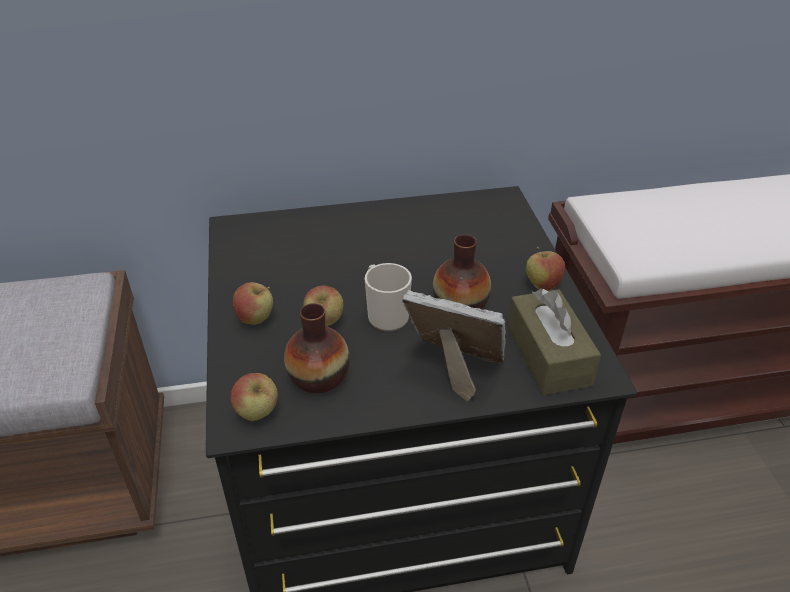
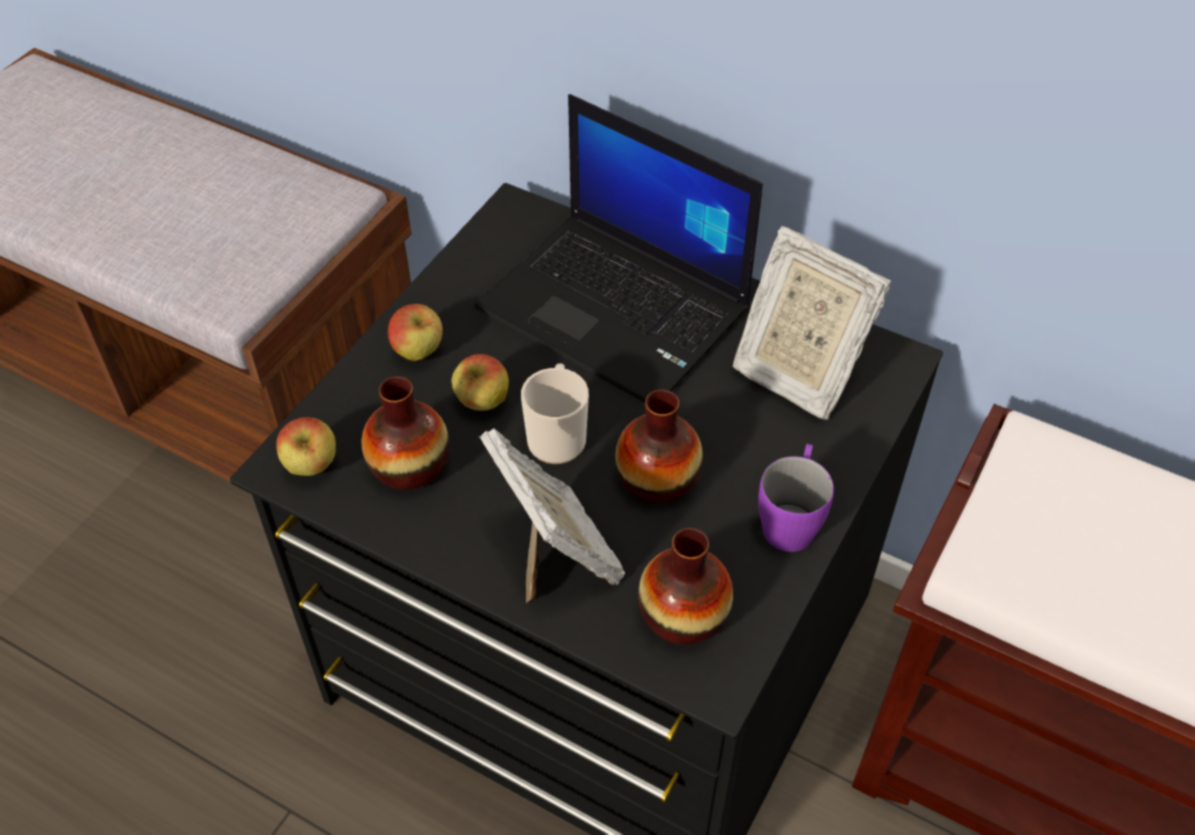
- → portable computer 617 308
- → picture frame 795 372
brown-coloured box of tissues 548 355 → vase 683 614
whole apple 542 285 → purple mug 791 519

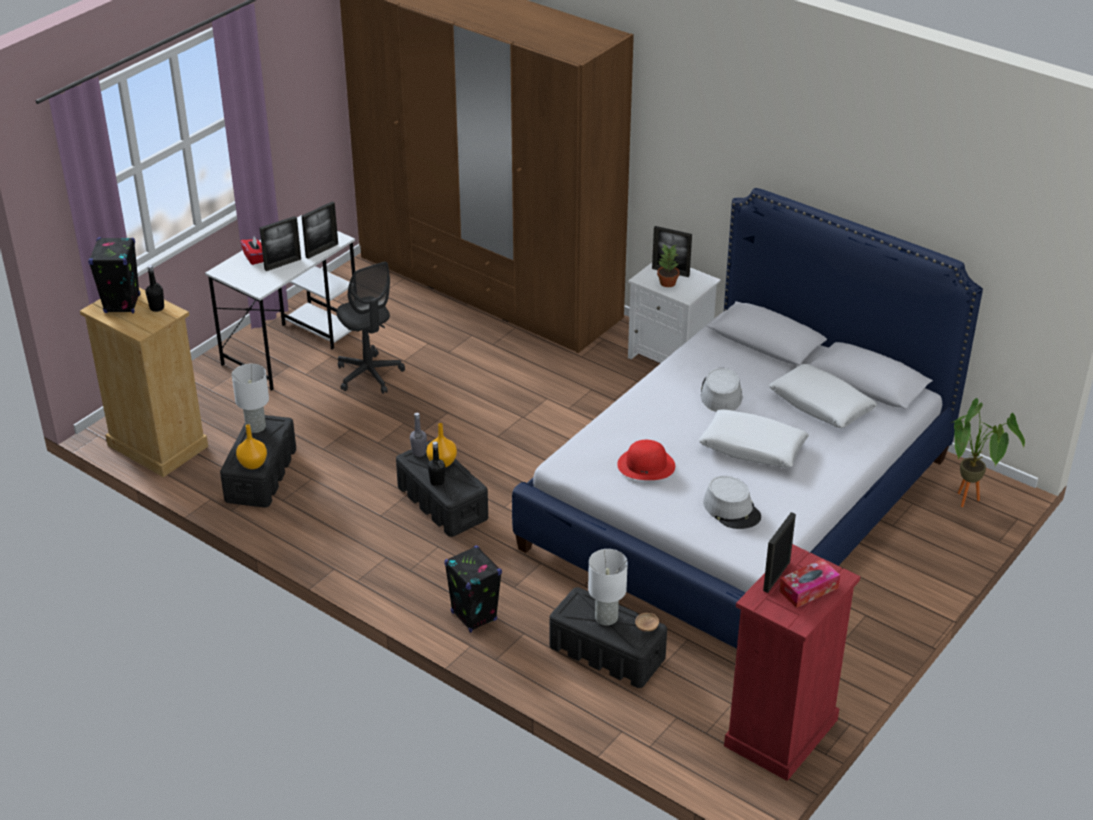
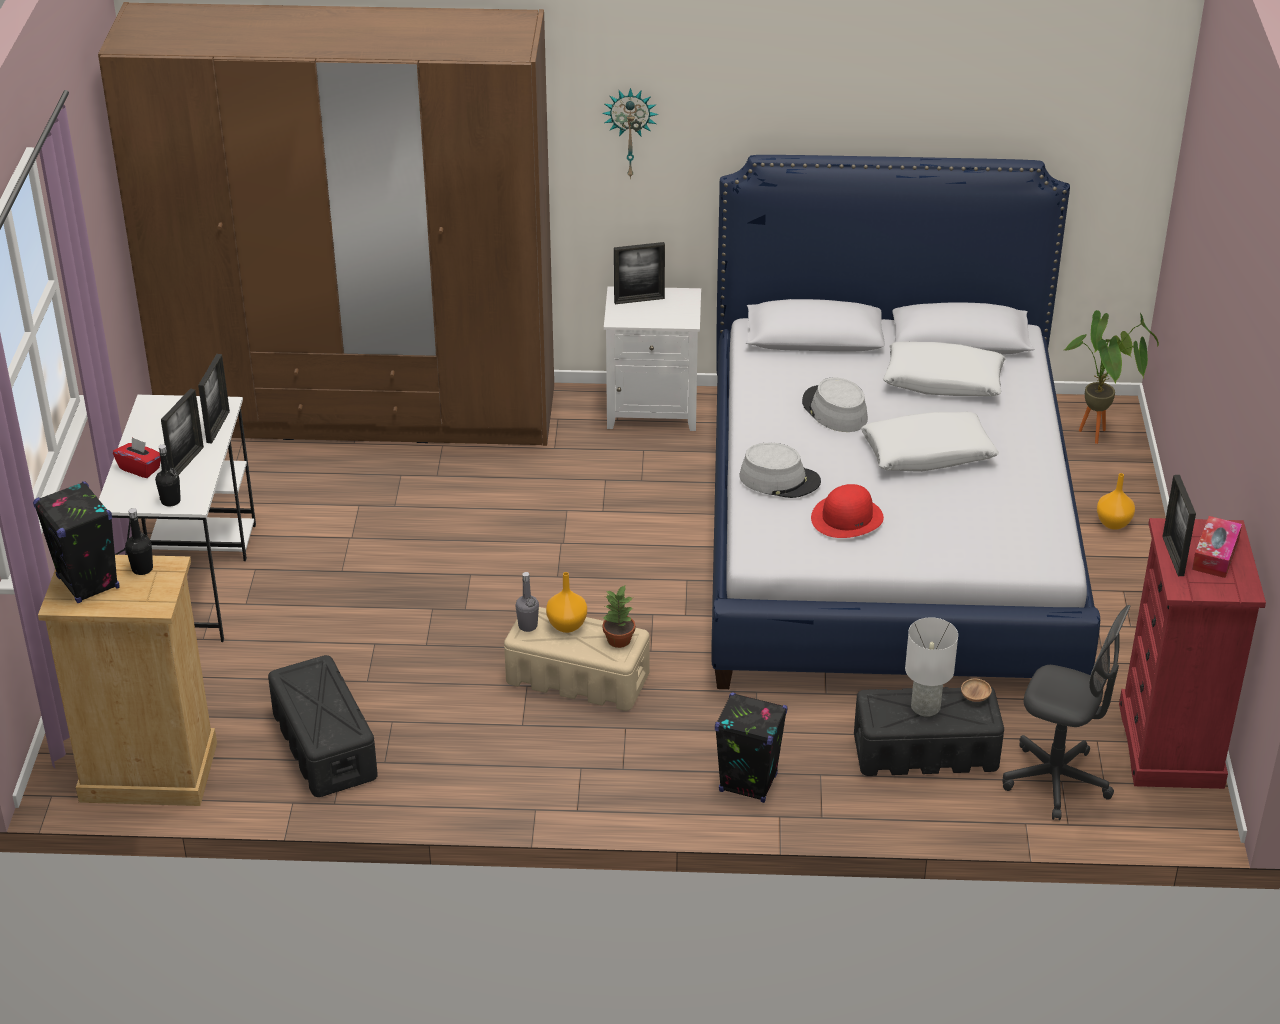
white table lamp 256 427 → -
- → wall clock 630 131
orangey vase 252 464 → orangey vase 1112 523, shifted
greyish computer chair 369 375 → greyish computer chair 1056 781, shifted
black-coloured beverage bottle 437 482 → black-coloured beverage bottle 170 501, shifted
houseplant 667 283 → houseplant 618 640, shifted
greyish clothing hat 732 509 → greyish clothing hat 780 479, shifted
black-coloured storage container 442 502 → beige storage container 576 678

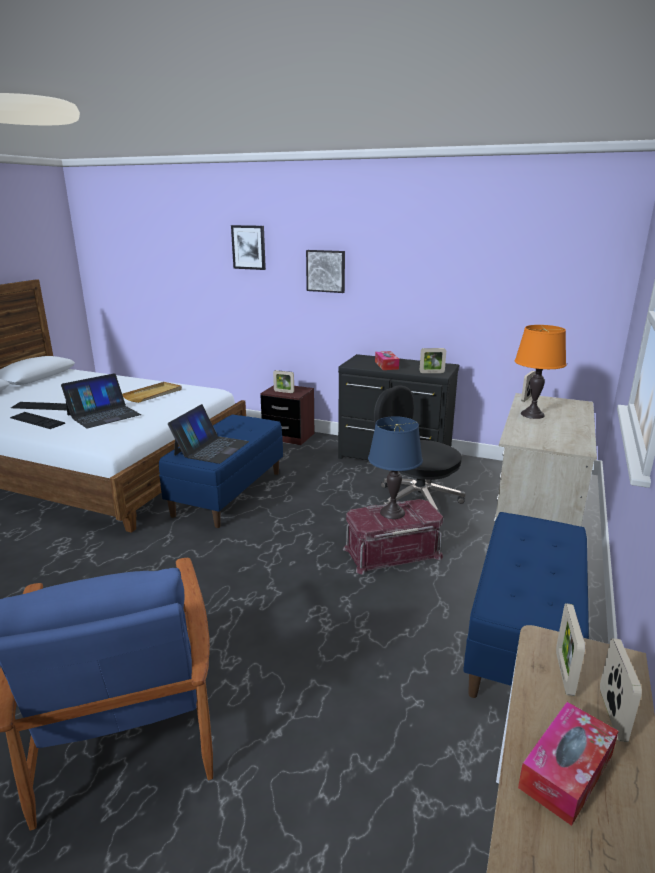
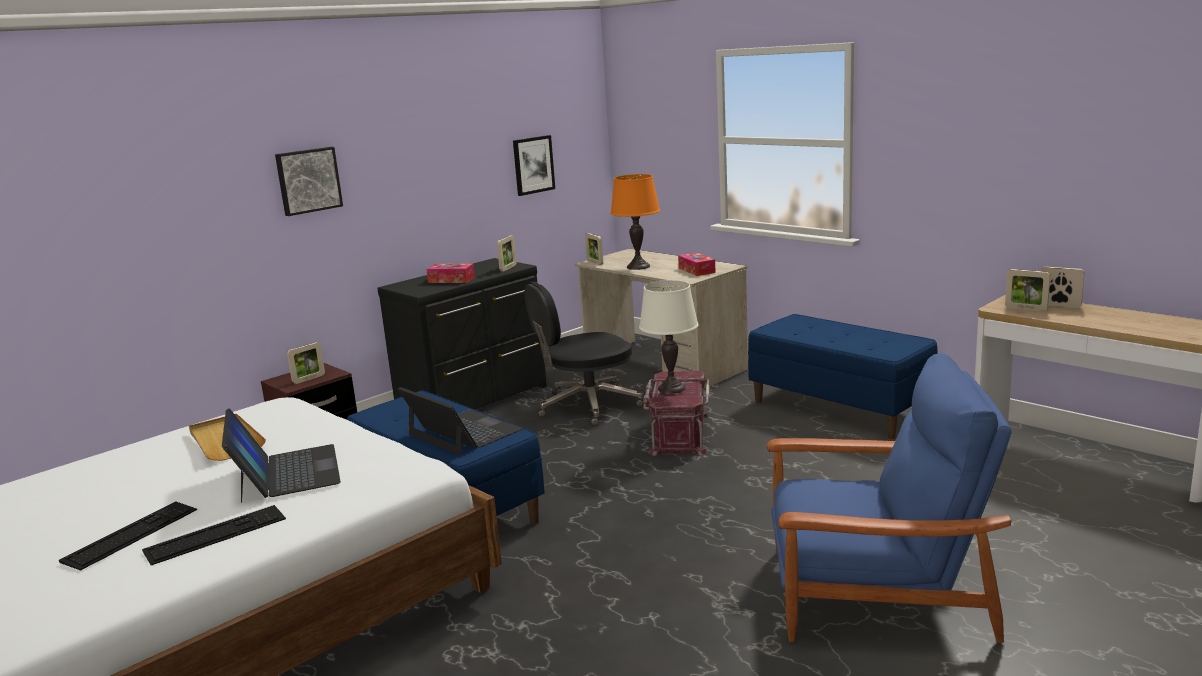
wall picture 249 247 → wall picture 533 165, shifted
box of tissues 566 771 → box of tissues 696 270, shifted
blue table lamp 392 512 → white table lamp 671 388

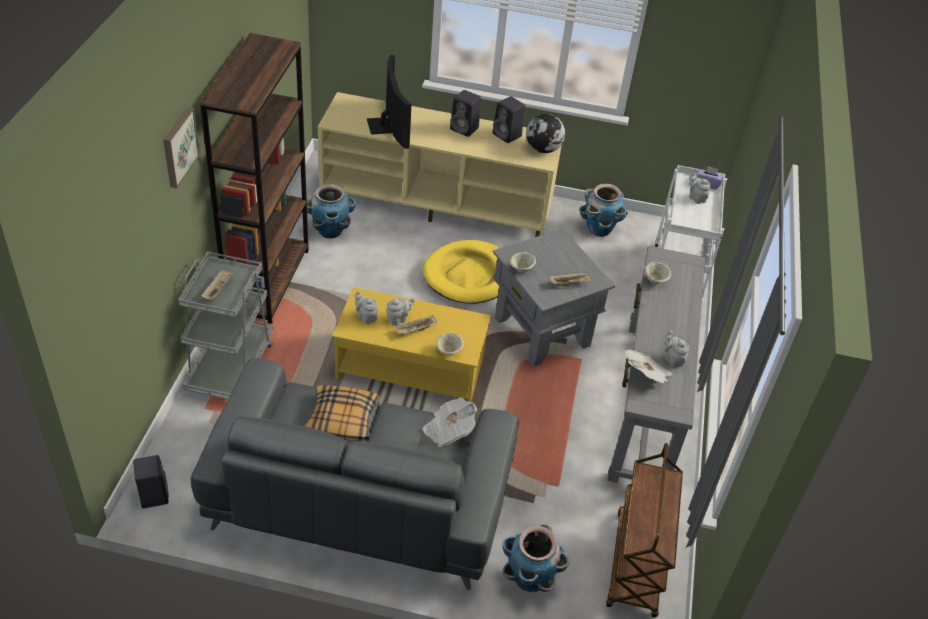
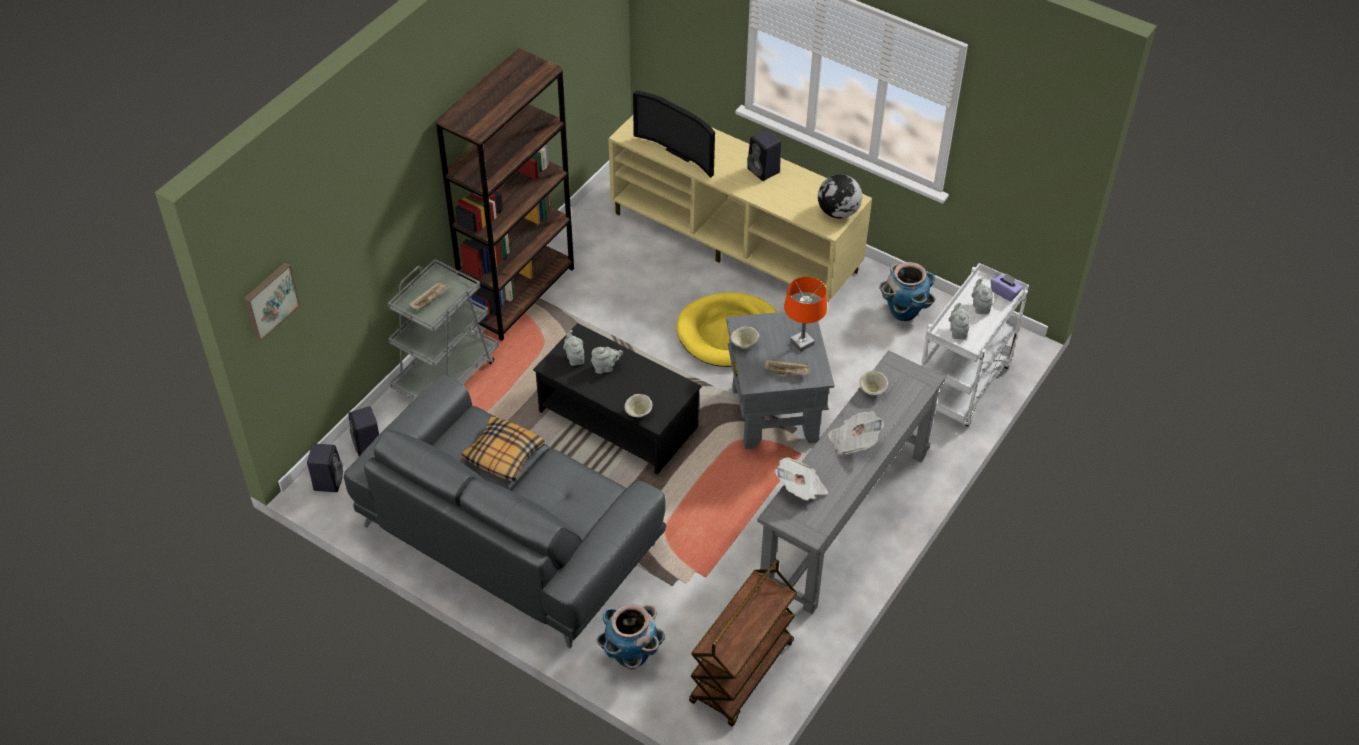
planter 330 231 → -
beige serving tray 415 330 → -
- → orangey table lamp 802 343
wall picture 178 147 → wall picture 269 300, shifted
daily paper 448 430 → daily paper 853 441, shifted
black-coloured speaker 507 135 → black-coloured speaker 368 446, shifted
greyish tea pot 672 359 → greyish tea pot 957 331, shifted
yellow-coloured low table 409 368 → black-coloured low table 617 419
TV 387 126 → TV 681 151, 120 degrees clockwise

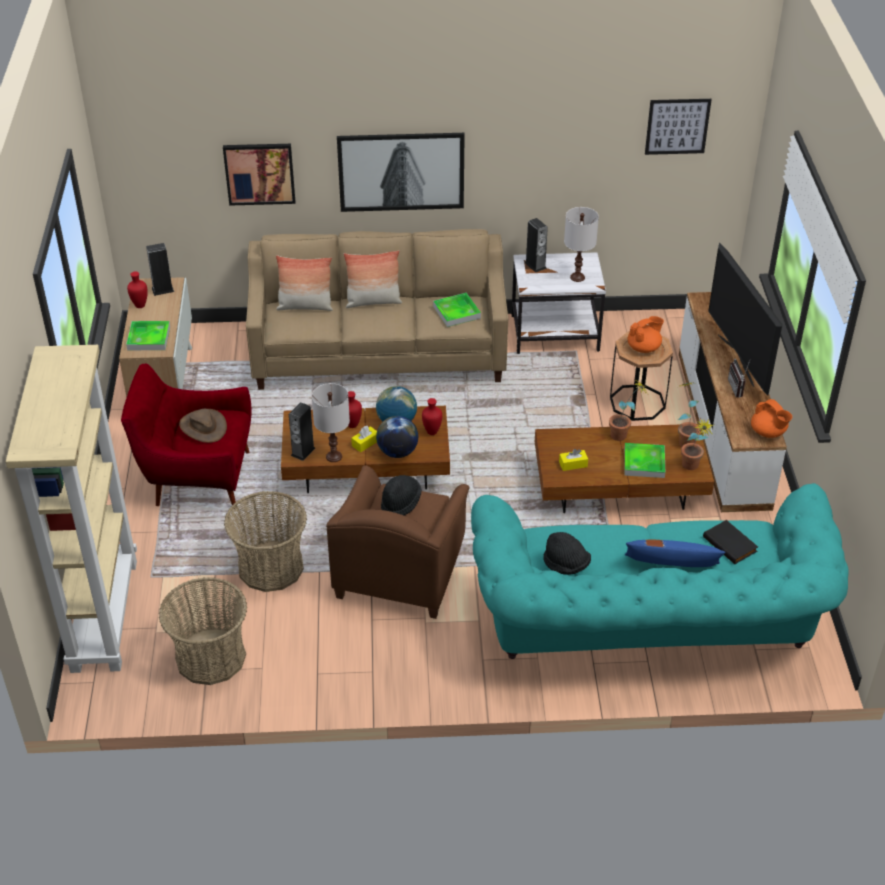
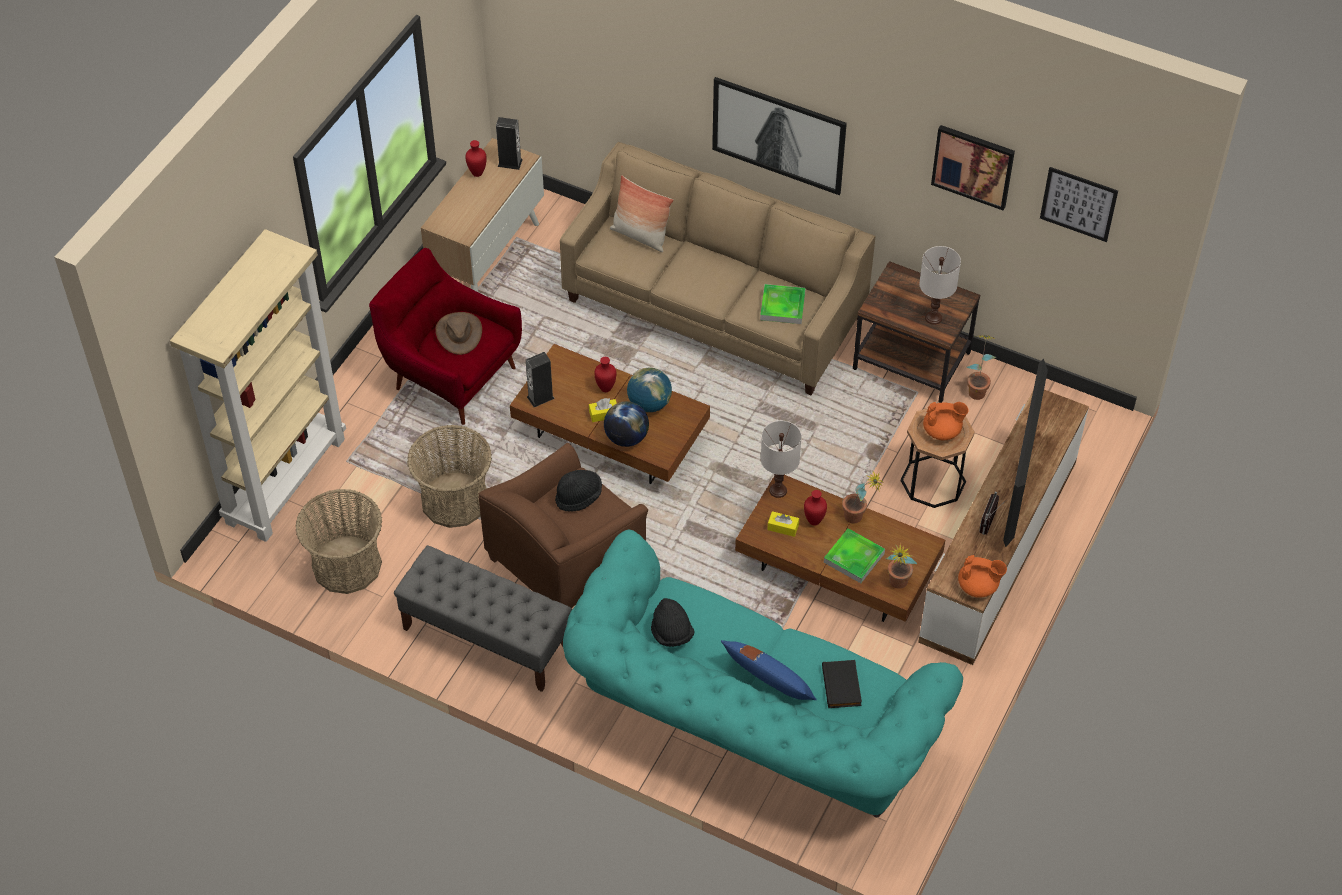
serving tray 149 338 → -
cushion 373 302 → -
speaker 535 265 → -
- → greyish long seat 486 638
wall picture 259 173 → wall picture 973 166, shifted
white table lamp 333 456 → white table lamp 777 490, shifted
reddish vase 431 432 → reddish vase 813 521, shifted
houseplant 684 440 → houseplant 977 389, shifted
white end table 555 333 → brown-coloured end table 912 361
orangey tea pot 768 432 → orangey tea pot 978 586, 75 degrees counterclockwise

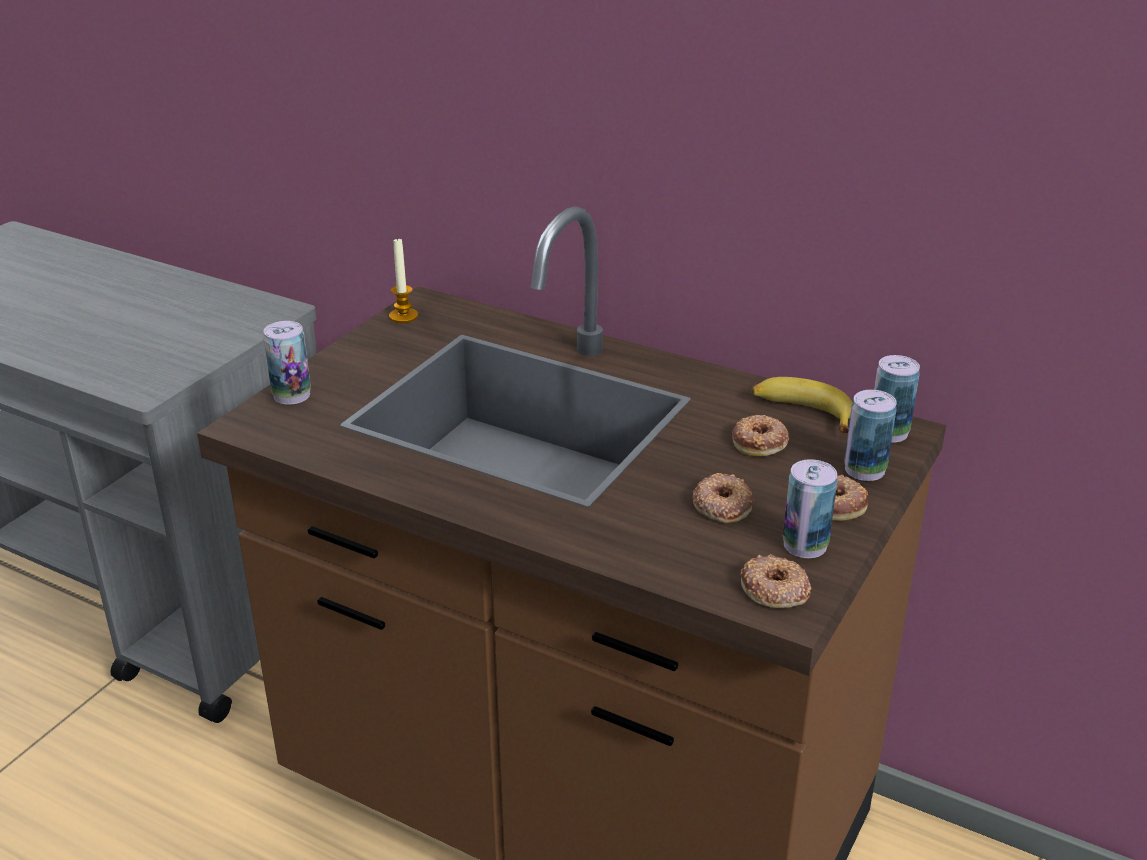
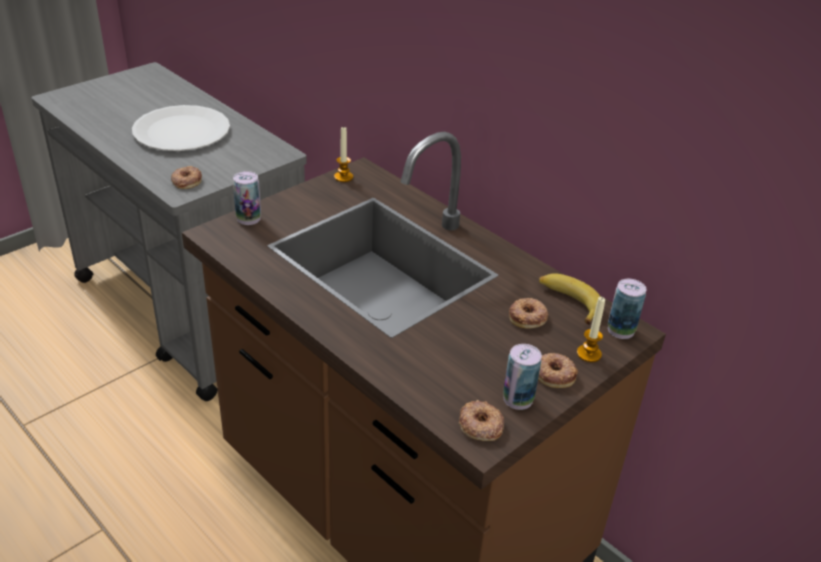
- → white flat dish 182 131
donut 722 505 → donut 186 181, shifted
sealed can 864 469 → wax candle 589 354

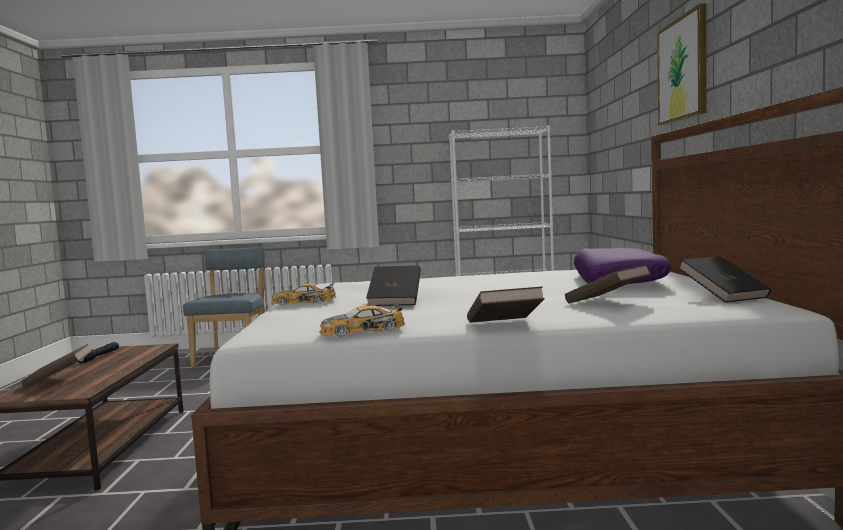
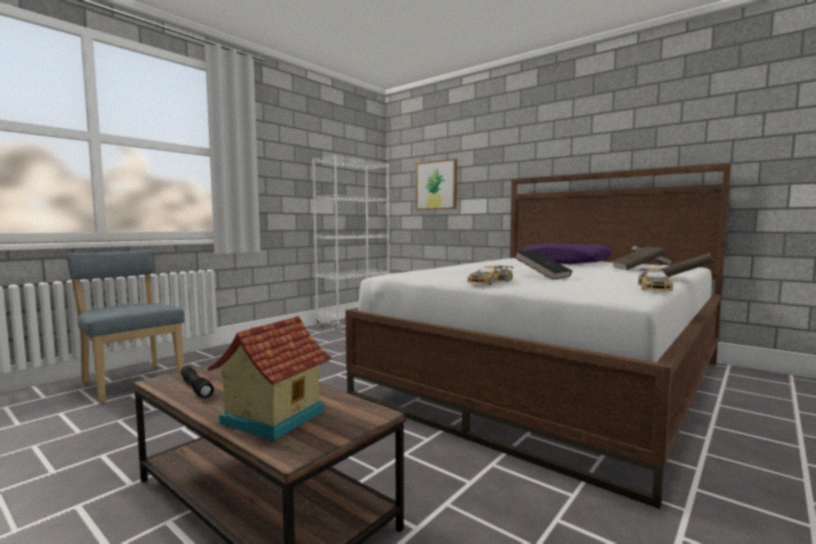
wall picture 683 69 → wall picture 436 185, shifted
brown-coloured bound book 59 380 → toy house 271 417

